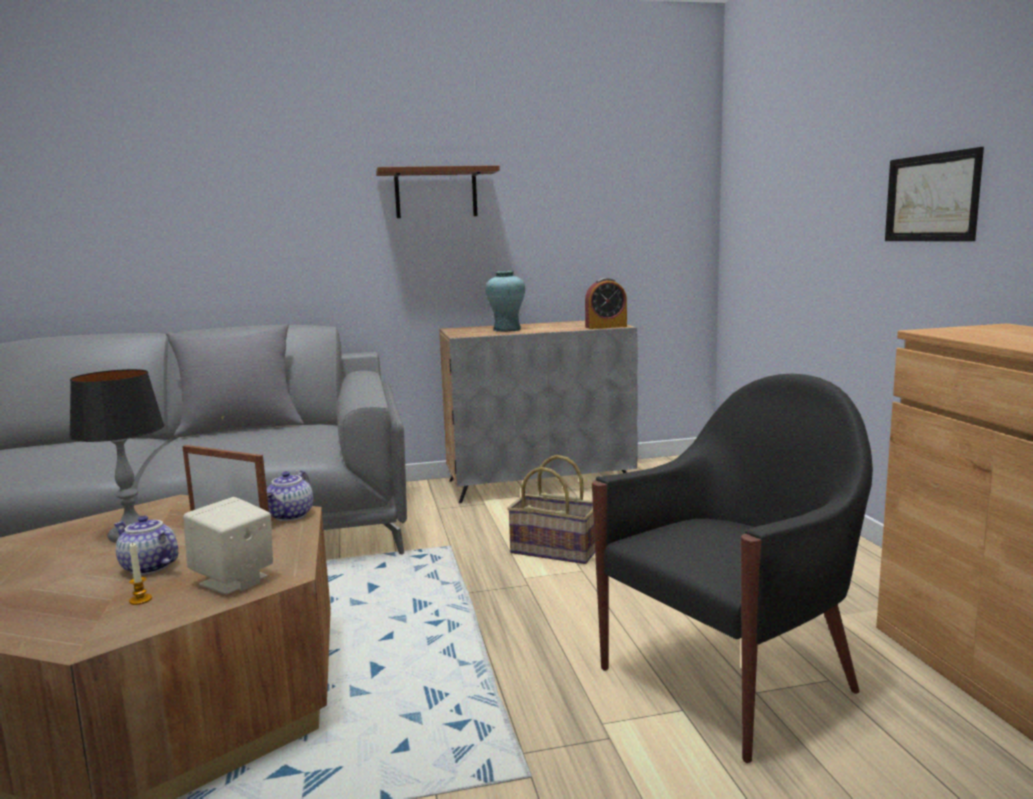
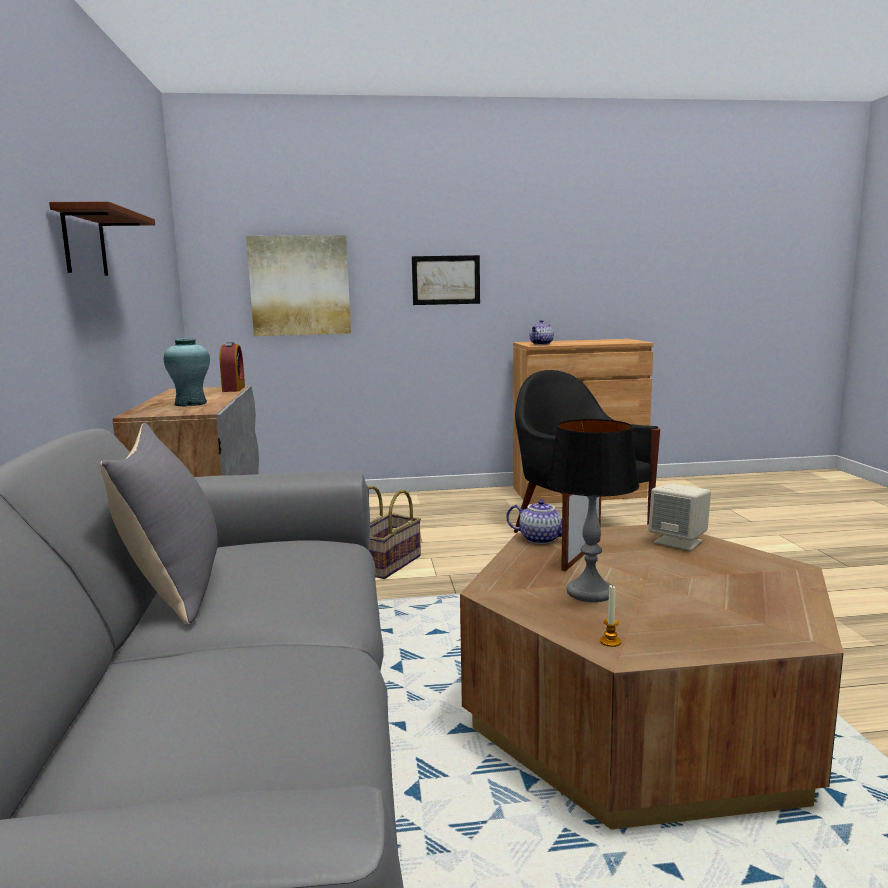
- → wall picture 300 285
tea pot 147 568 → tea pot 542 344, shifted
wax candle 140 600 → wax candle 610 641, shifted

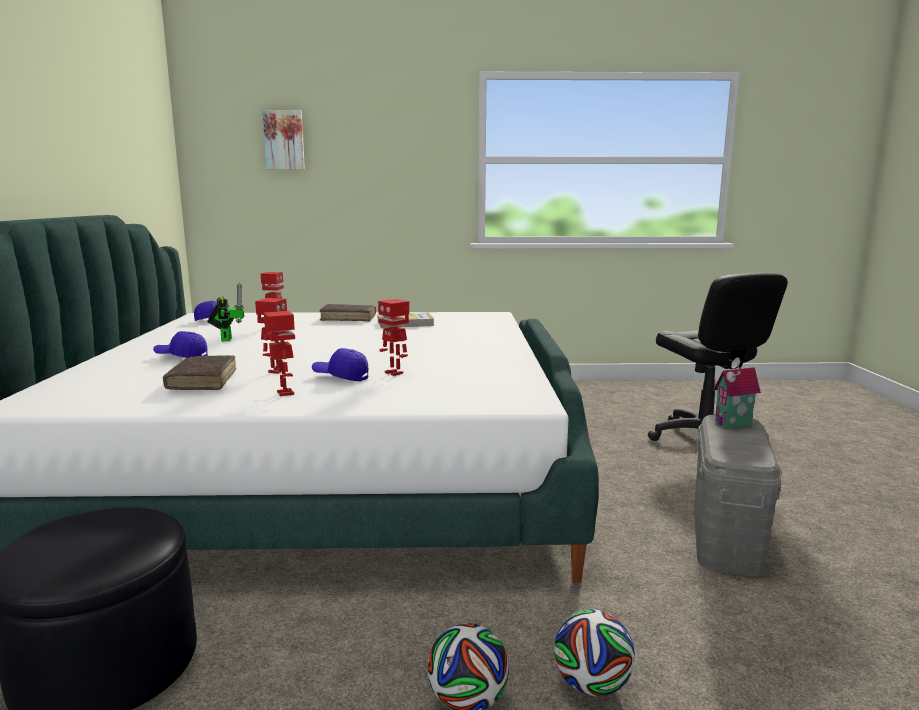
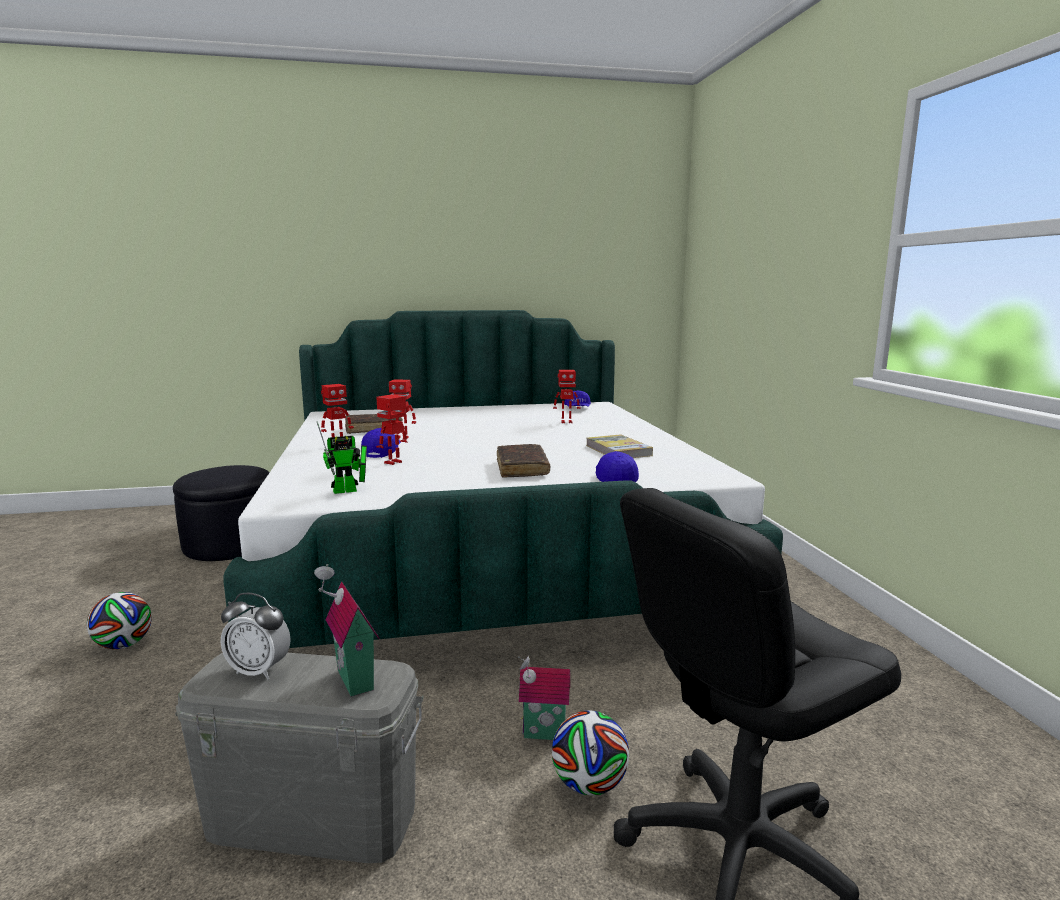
wall picture 284 140 → -
- → table clock 259 671
- → toy house 543 735
blue baseball cap 182 357 → blue baseball cap 615 479, shifted
robot figure 226 338 → robot figure 349 490, shifted
brown-coloured bound book 348 318 → brown-coloured bound book 522 468, shifted
ball for football 592 685 → ball for football 589 784, shifted

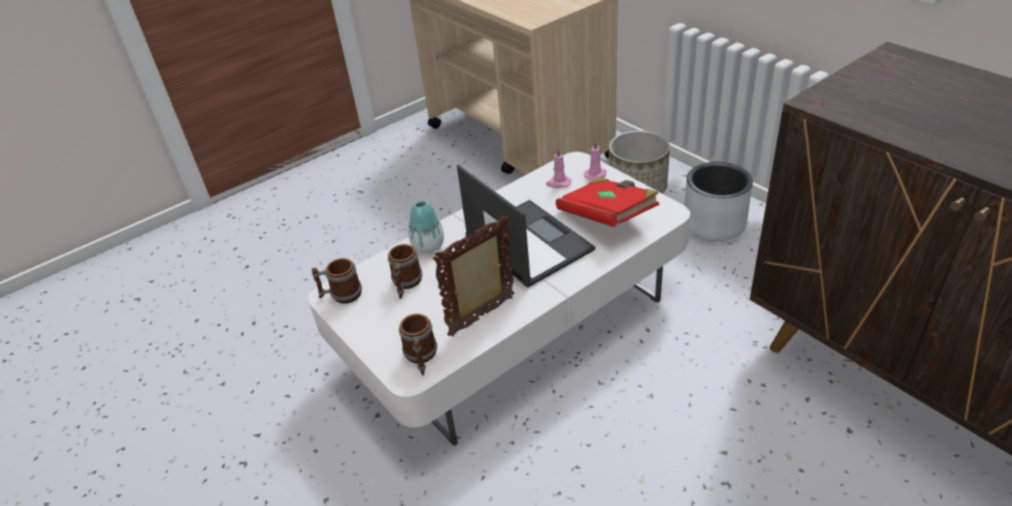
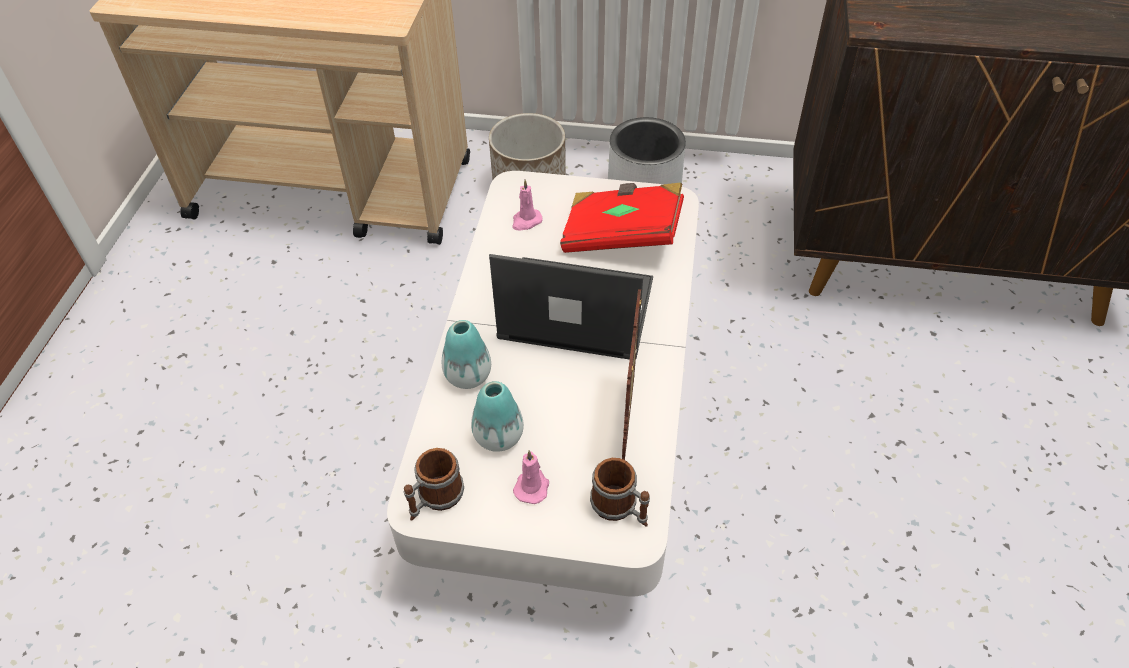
pink wax candle 596 175 → pink wax candle 532 486, shifted
mug 406 284 → vase 498 436

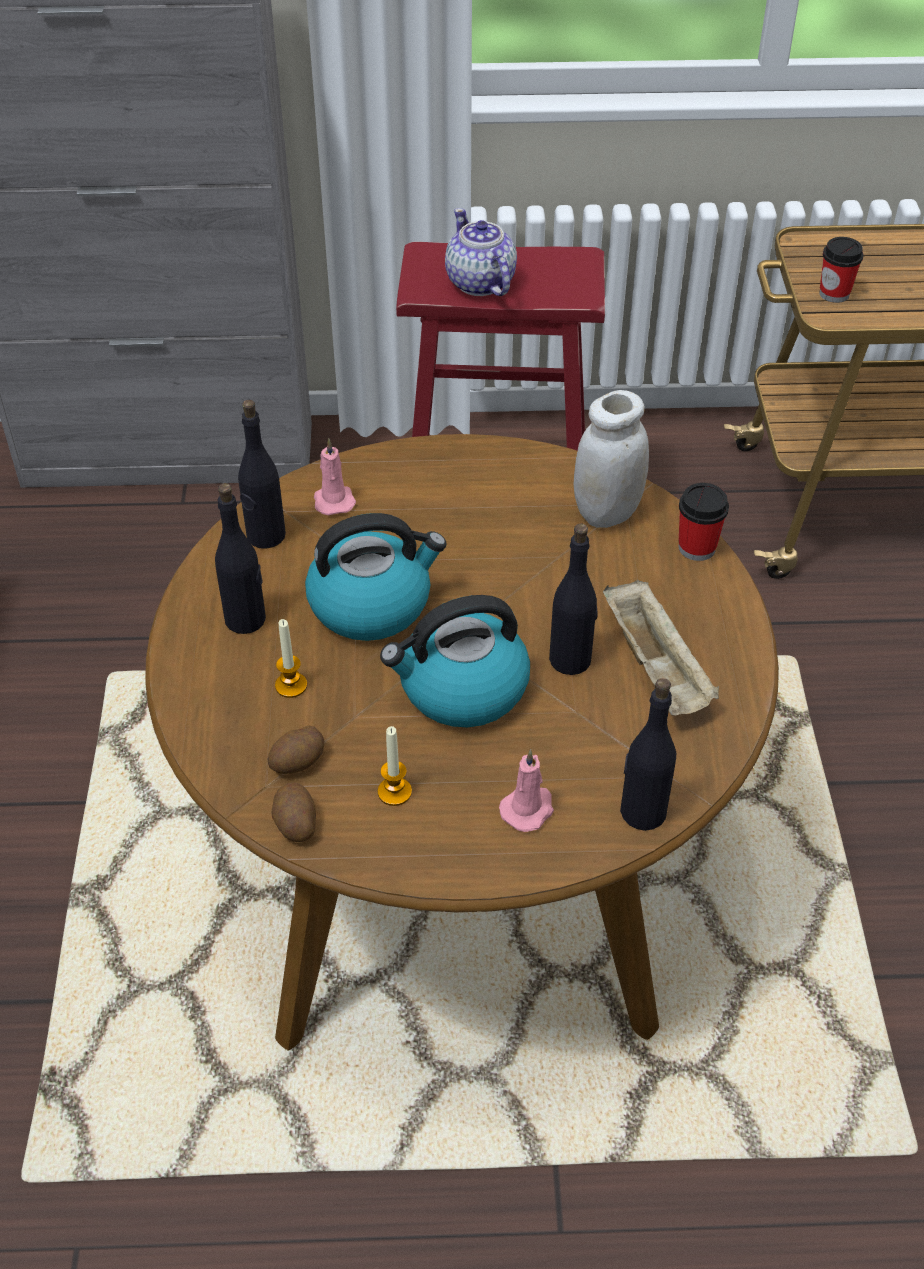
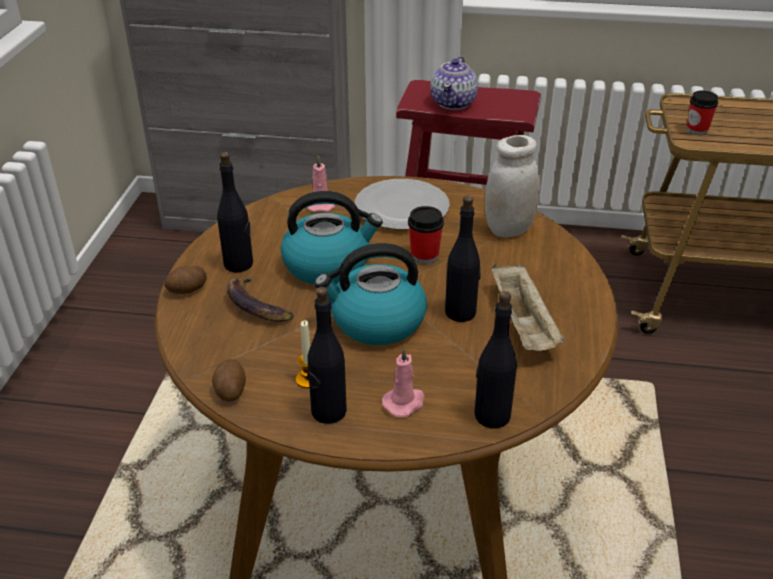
- → flat dish 400 208
black-coloured beverage bottle 265 536 → black-coloured beverage bottle 328 411, shifted
spud 298 762 → spud 188 290, shifted
small cup 697 547 → small cup 424 256, shifted
wax candle 291 685 → banana fruit 256 306
tea pot 480 283 → tea pot 454 103, 150 degrees counterclockwise

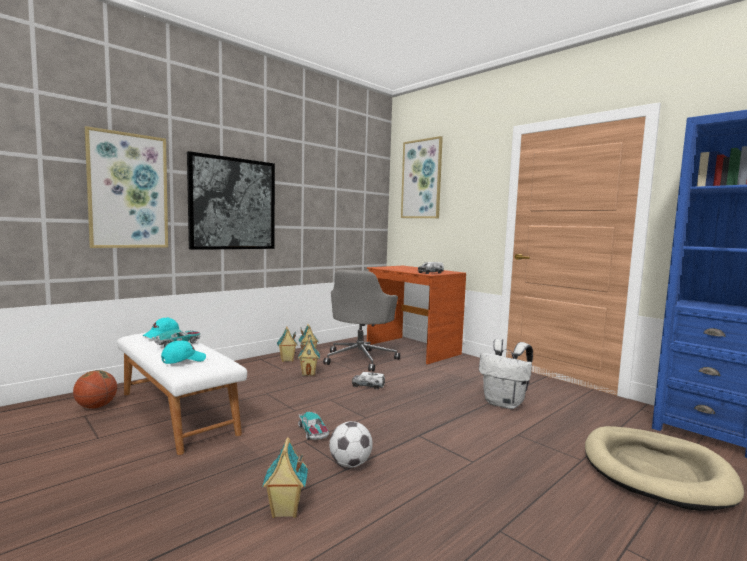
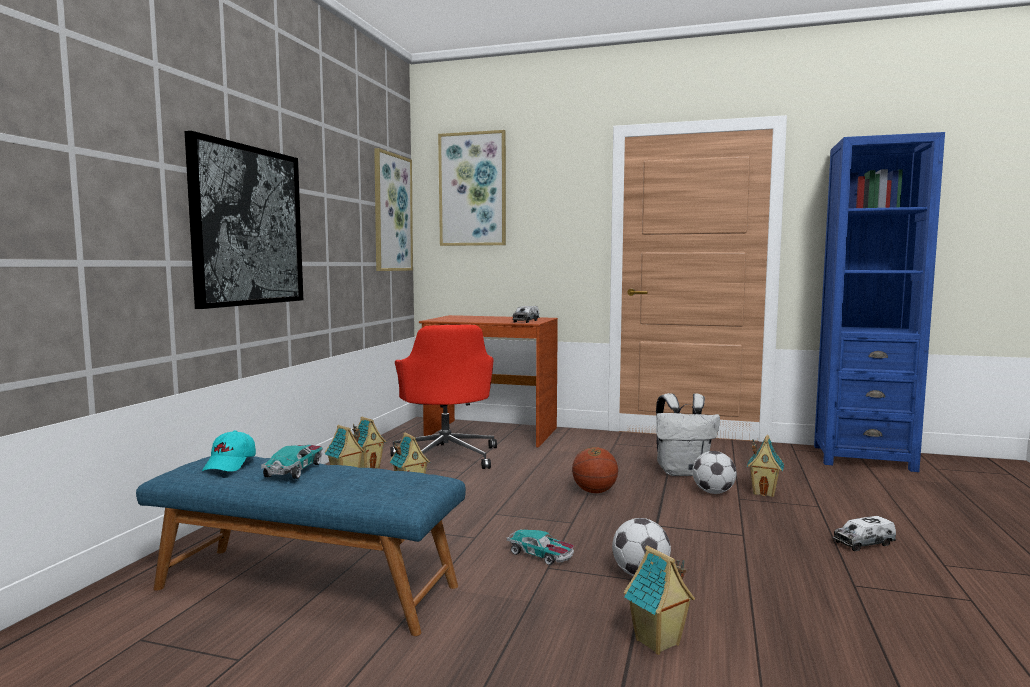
blue-green baseball cap 183 360 → -
beige pet bed 655 471 → -
- → ball for football 713 492
- → toy house 764 492
ball for basketball 96 407 → ball for basketball 594 492, shifted
wall picture 128 191 → wall picture 392 213, shifted
toy truck 368 386 → toy truck 864 543, shifted
white long seat 176 412 → blue long seat 305 588
greyish computer chair 360 359 → reddish computer chair 446 457

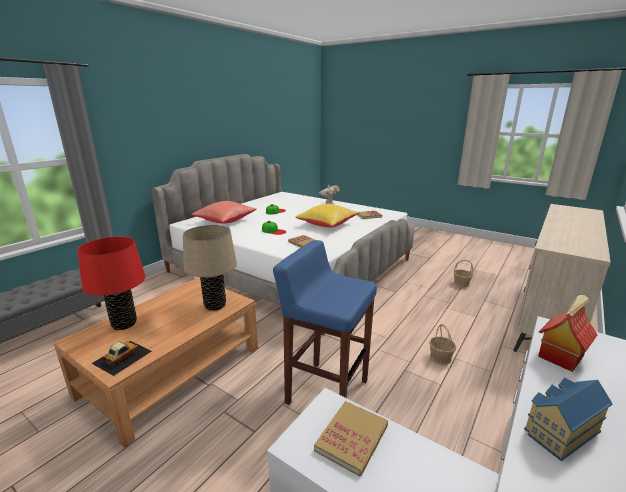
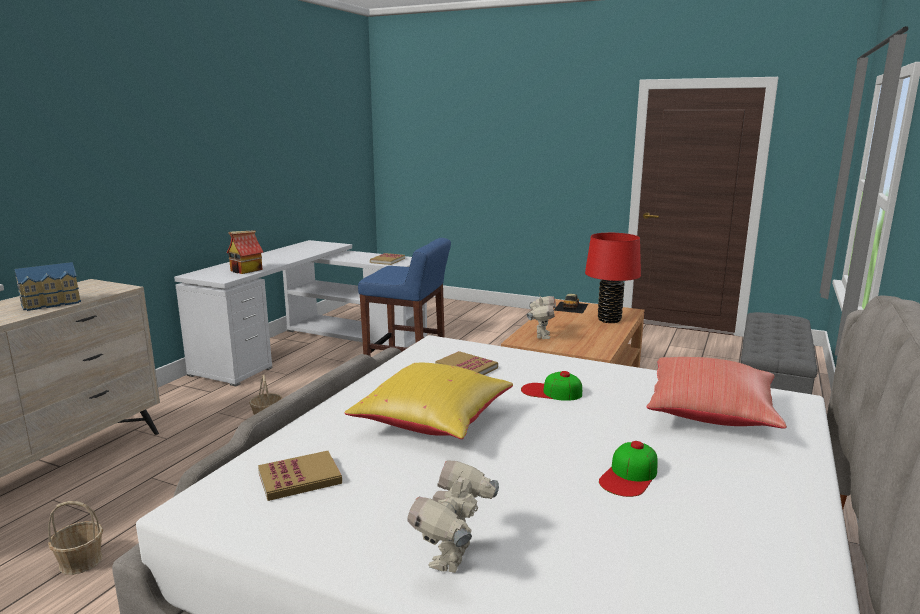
toy house 559 430 → toy house 52 304, shifted
beige table lamp 215 305 → robot figure 541 336

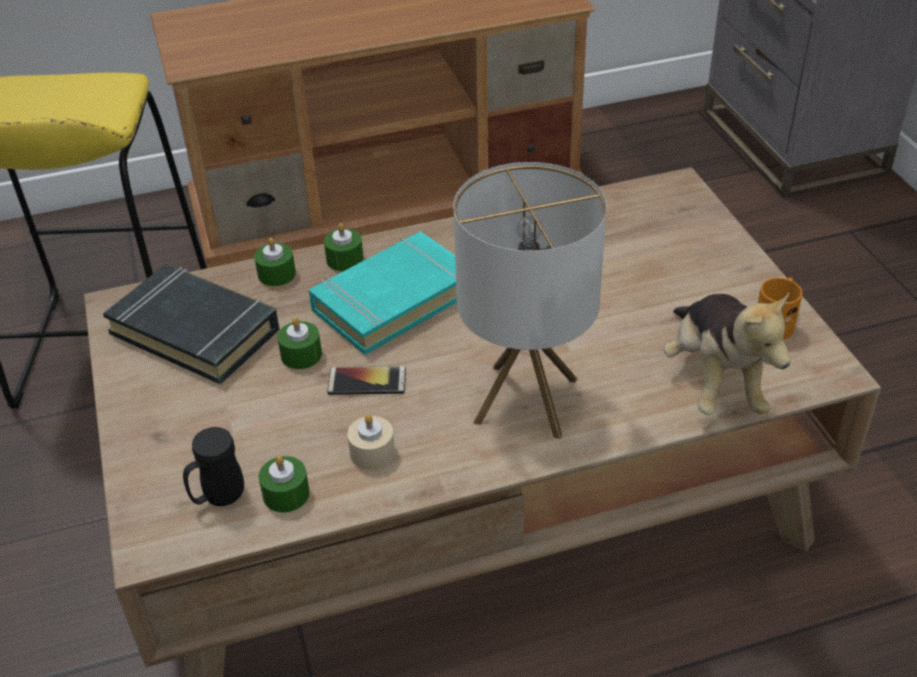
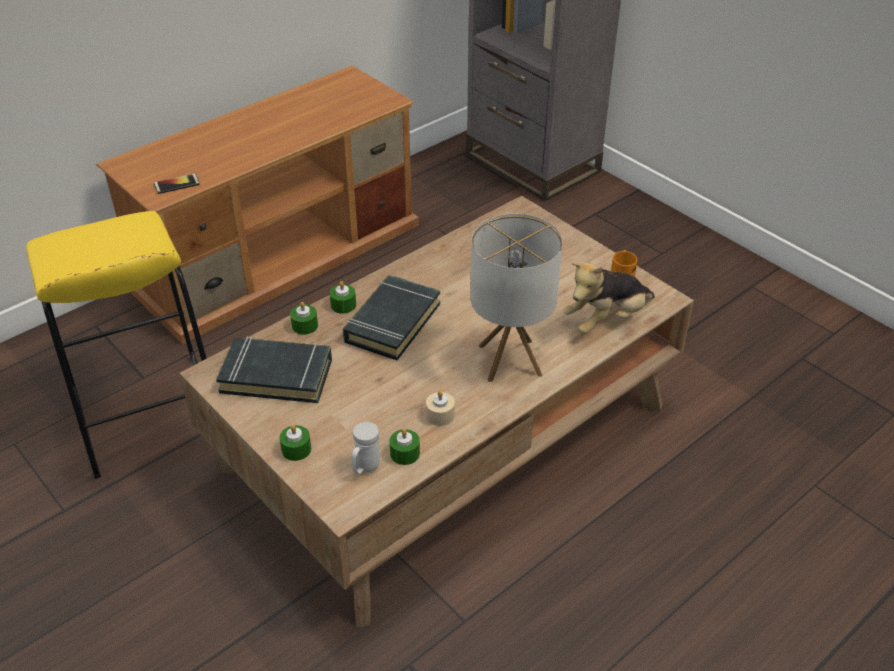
green wax candle 301 355 → green wax candle 296 449, shifted
phone 367 381 → phone 177 184, shifted
black-coloured mug 218 498 → white mug 365 468
blue-green bound book 393 300 → black-coloured bound book 392 322
soft toy 714 380 → soft toy 606 320, 90 degrees clockwise

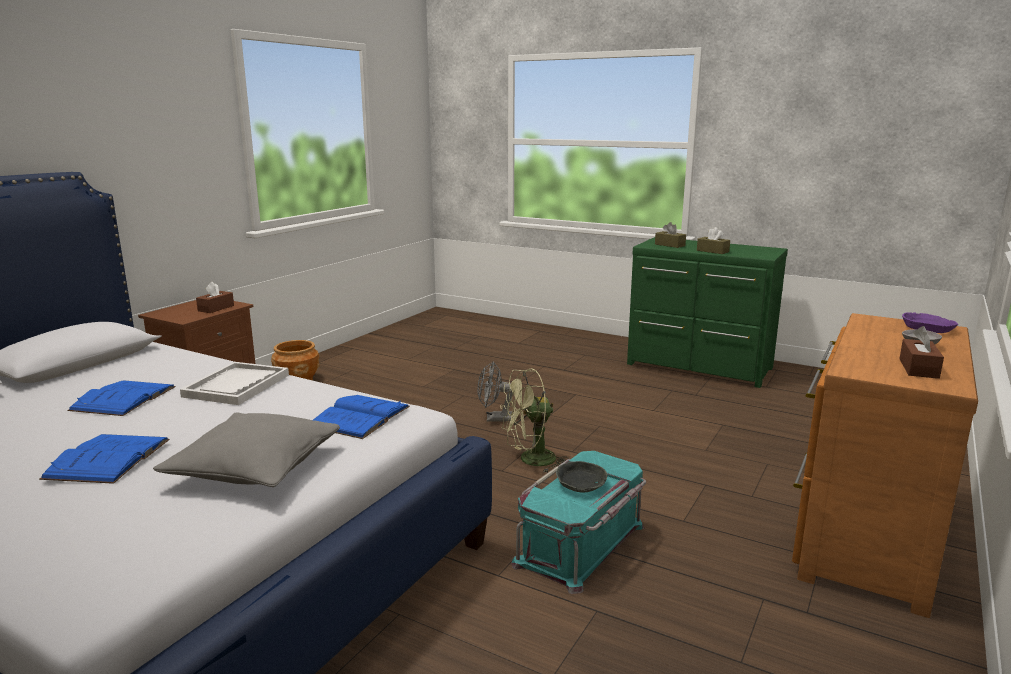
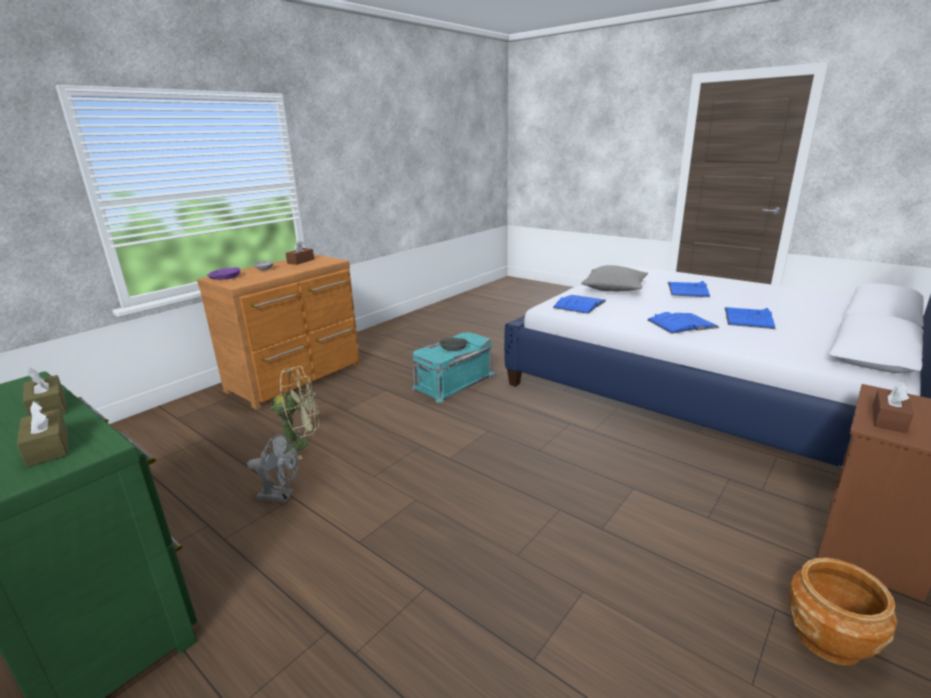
greyish cooling fan 495 419 → greyish cooling fan 281 496, shifted
green cooling fan 530 460 → green cooling fan 300 444, shifted
white serving tray 237 386 → blue bound book 682 324

